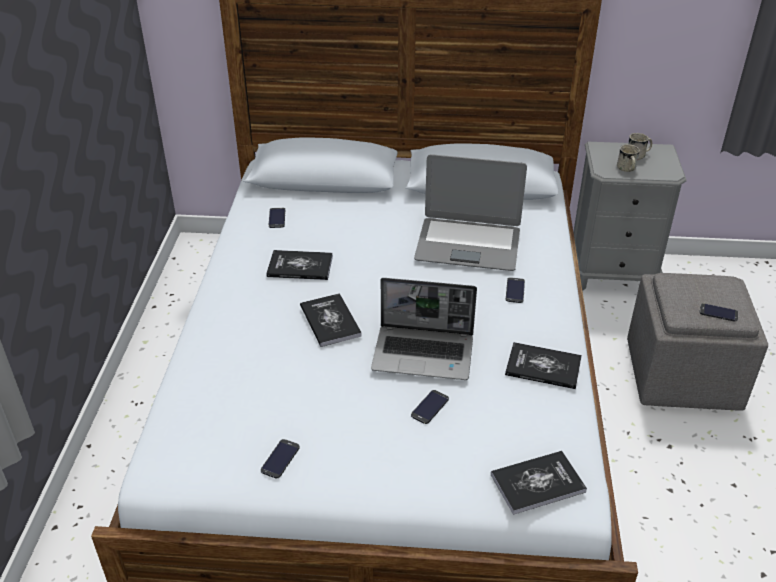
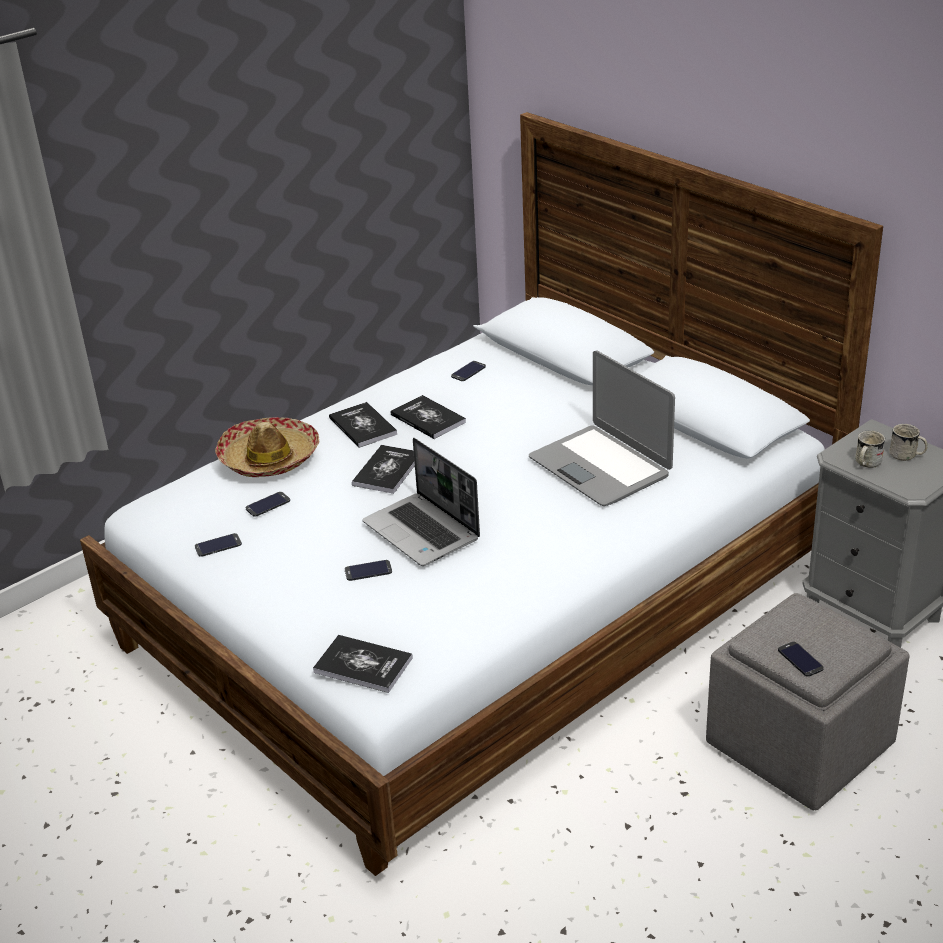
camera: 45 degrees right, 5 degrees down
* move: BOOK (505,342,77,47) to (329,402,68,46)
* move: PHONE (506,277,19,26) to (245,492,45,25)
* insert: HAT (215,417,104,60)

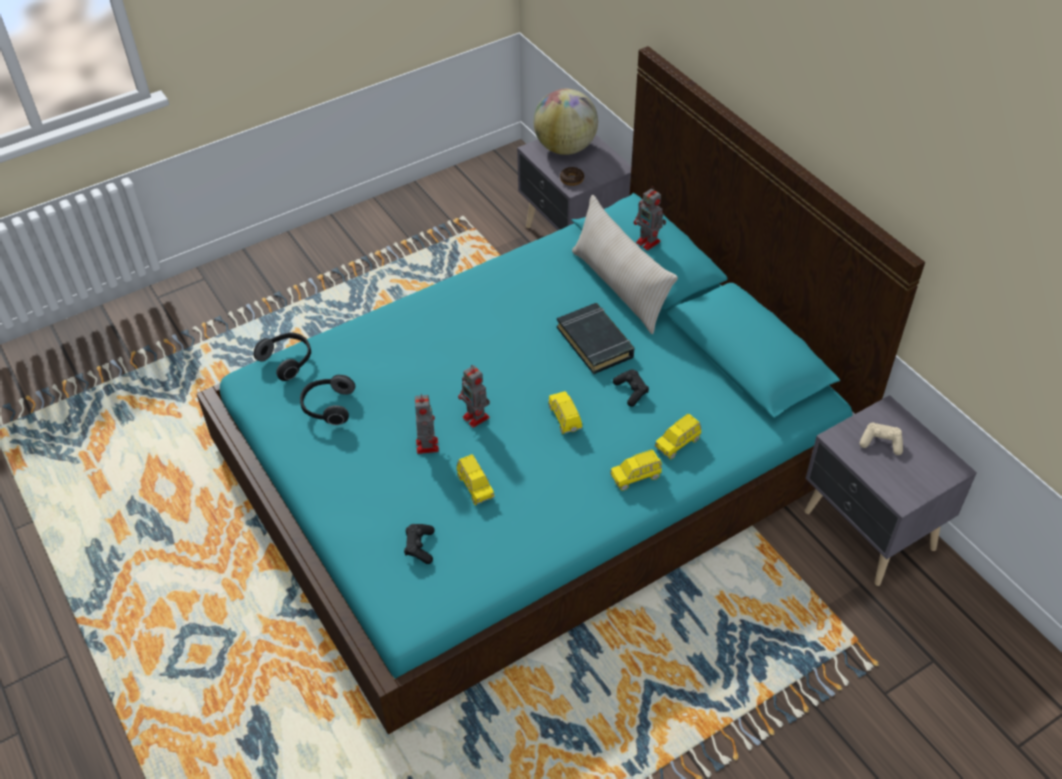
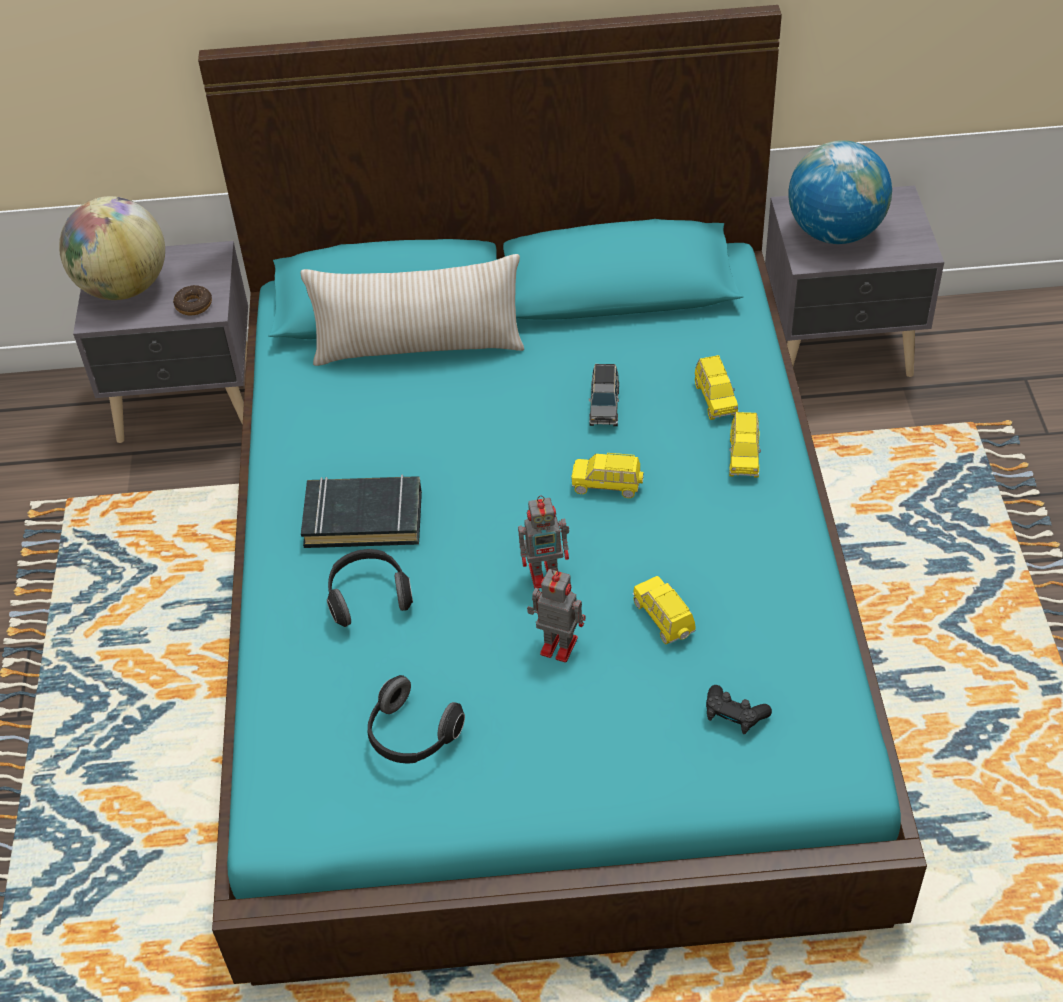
camera: 60 degrees left, 0 degrees up
* move: HEADPHONES (254,332,57,49) to (327,549,86,78)
* rotate: YELLOW TOY CAR (457,454,38,51) = (633,576,63,68) 120 degrees counterclockwise
* move: BLACK BOOK (557,303,77,72) to (301,475,121,73)
* replace: BLACK GAME CONTROLLER (613,369,36,38) to GREY TOY CAR (589,364,30,62)
* delete: TOY ROBOT (634,186,32,64)
* replace: BEIGE GAME CONTROLLER (859,422,44,33) to GLOBE (788,140,104,104)

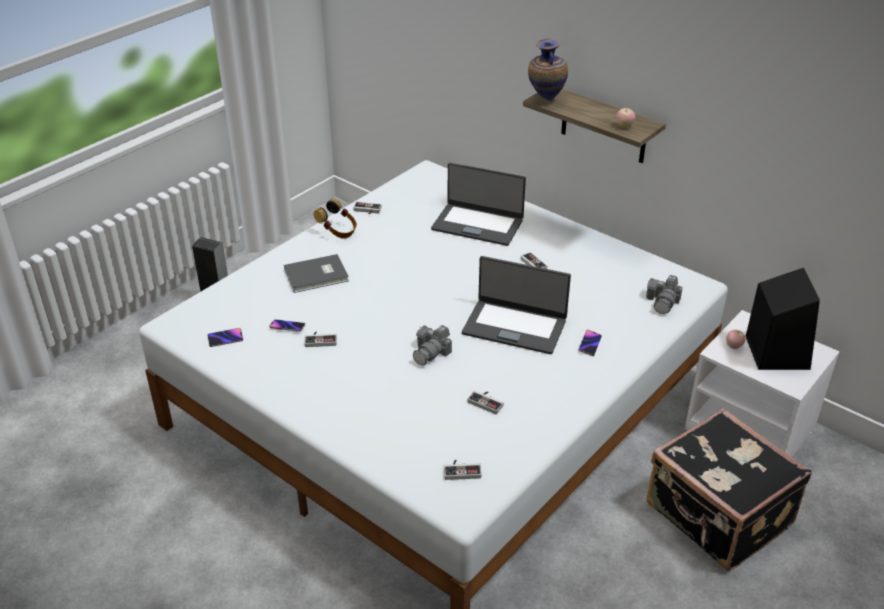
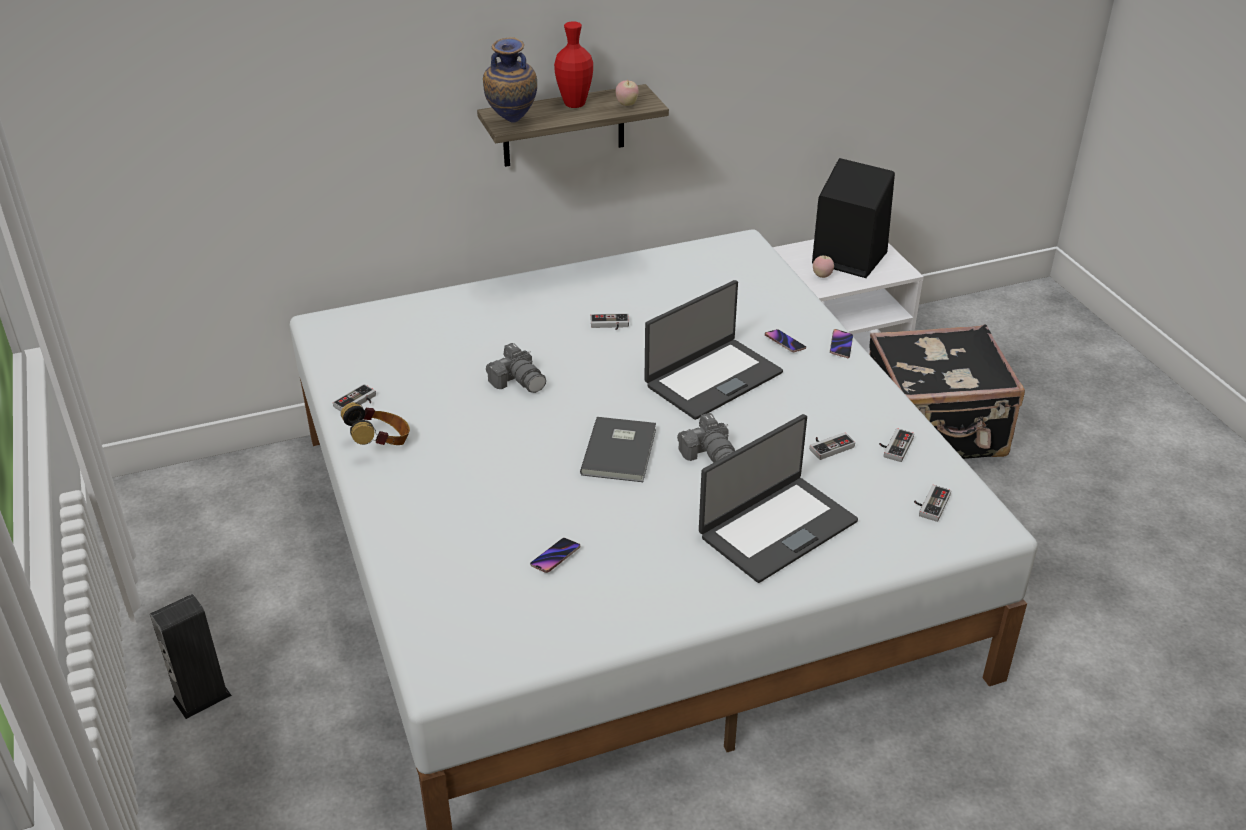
camera: 60 degrees left, 0 degrees up
* move: PHONE (207,328,36,19) to (830,329,23,29)
* move: GREY BOOK (284,254,65,39) to (580,417,76,65)
* move: GAME CONTROLLER (304,332,33,15) to (879,428,35,34)
* move: LAPTOP (431,163,95,83) to (699,414,159,169)
* move: PHOTO CAMERA (646,275,37,39) to (486,343,60,50)
* insert: RED VASE (554,21,39,87)

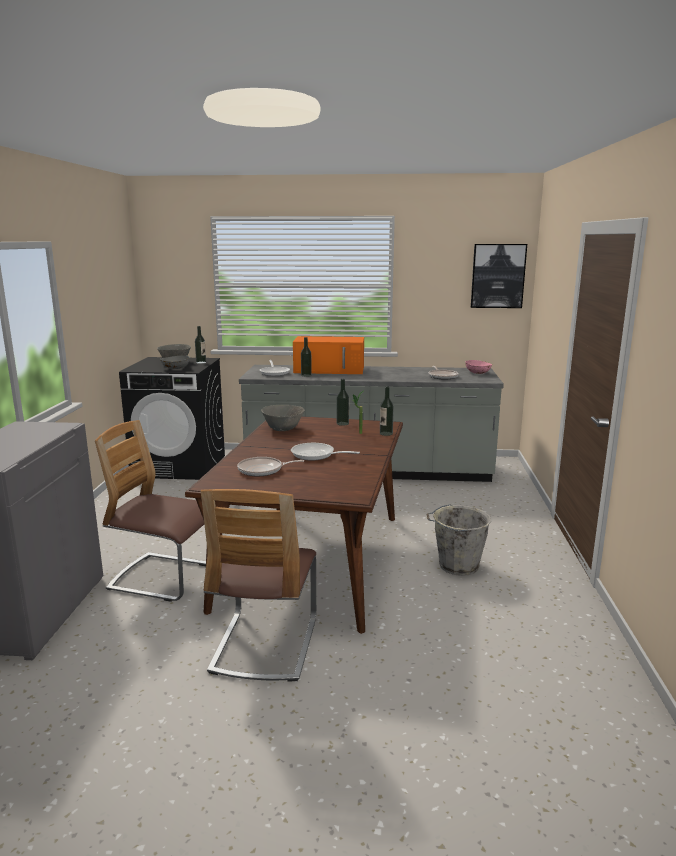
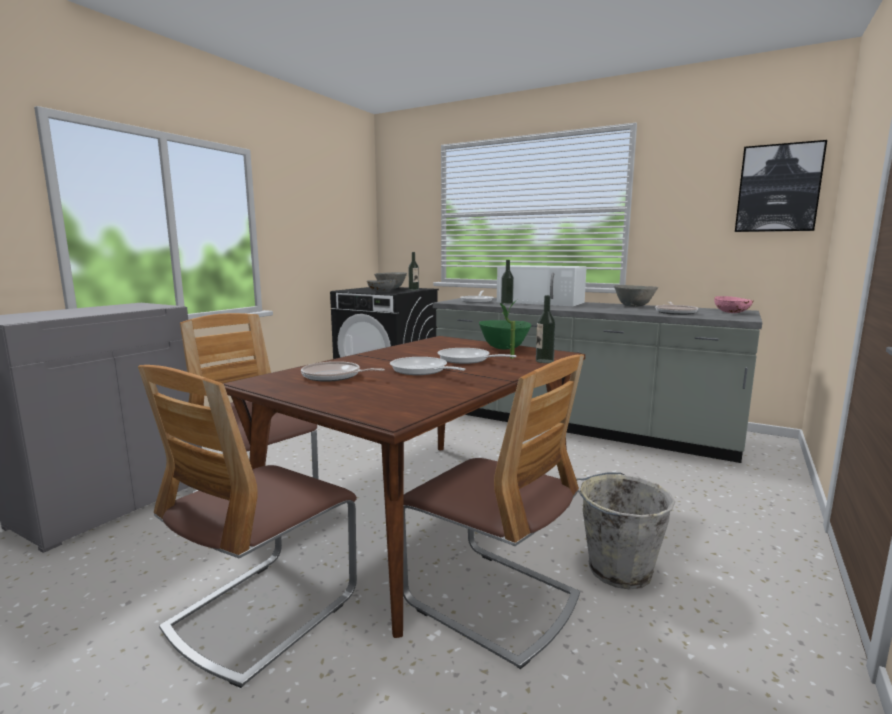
camera: 25 degrees right, 5 degrees down
* move: GREY BOWL (261,405,44,26) to (614,285,44,22)
* recolor: ORANGE MICROWAVE (293,336,71,38) to WHITE MICROWAVE (497,265,90,41)
* replace: BOTTLE (336,379,13,47) to GREEN BOWL (479,320,53,30)
* insert: CHAIR (403,354,181,315)
* insert: FRYING PAN (438,348,78,16)

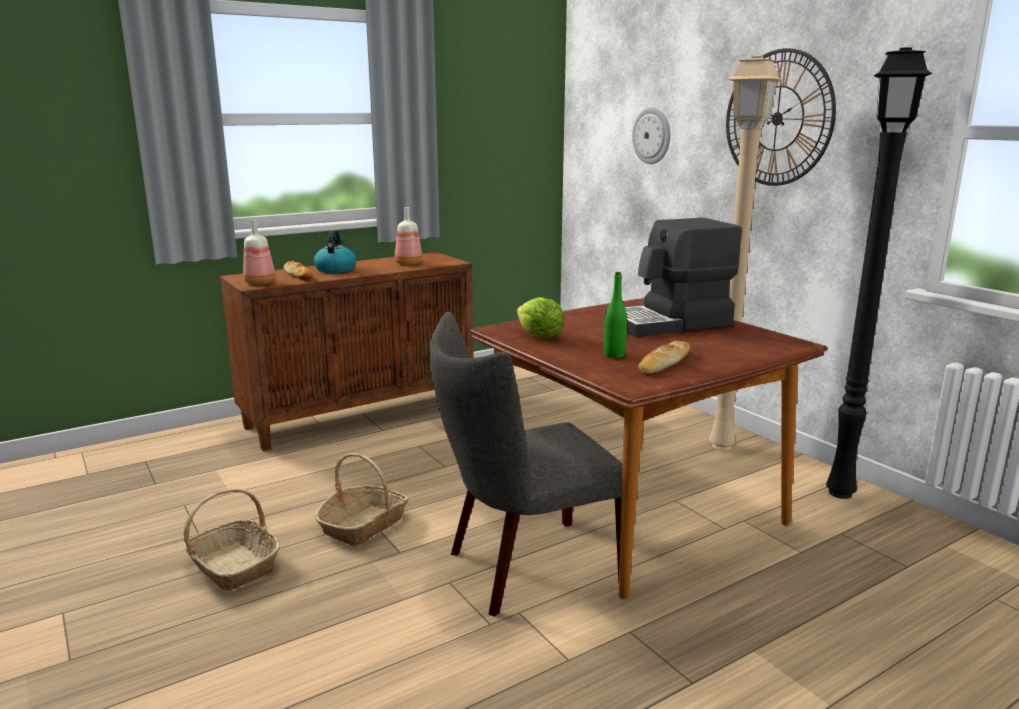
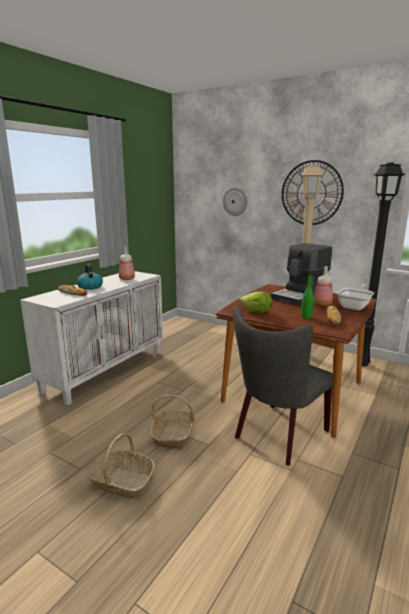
camera: 25 degrees left, 0 degrees up
* recolor: BROWN CABINET (220,252,254,199) to WHITE CABINET (20,271,143,135)
* move: BOTTLE (243,220,33,65) to (314,266,19,40)
* insert: FRYING PAN (337,284,37,26)

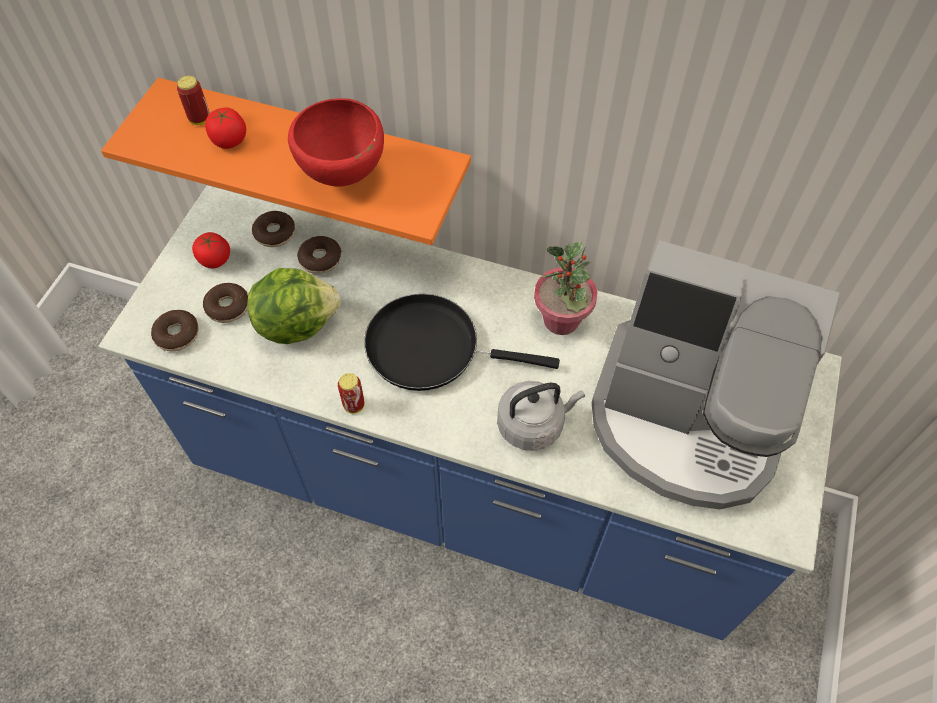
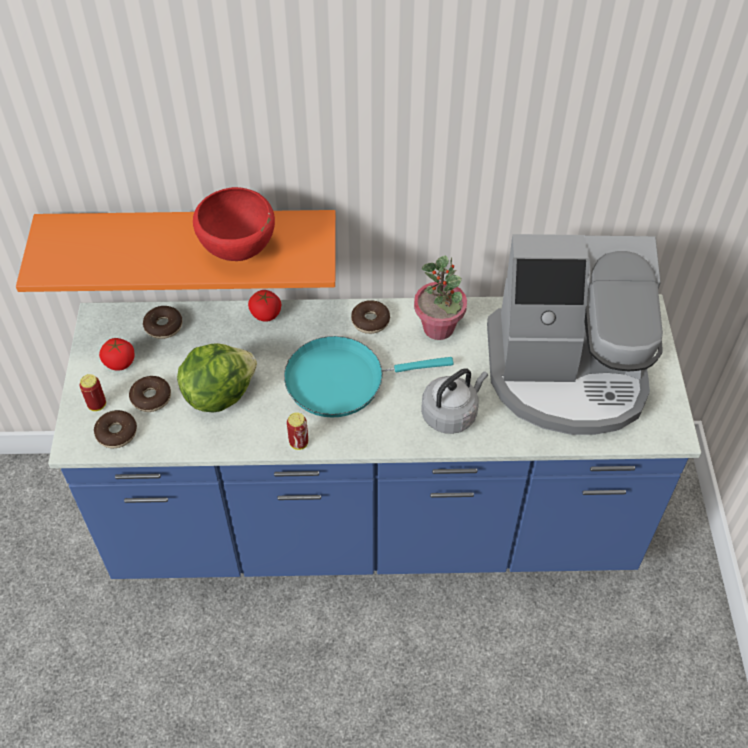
camera: 20 degrees left, 5 degrees down
* move: CAN (177,76,33,49) to (80,374,26,37)
* move: TOMATO (205,107,41,42) to (248,290,33,32)
* move: DONUT (297,236,44,38) to (351,300,39,34)
* recolor: BLACK FRYING PAN (364,294,196,97) to TURQUOISE FRYING PAN (284,336,170,82)

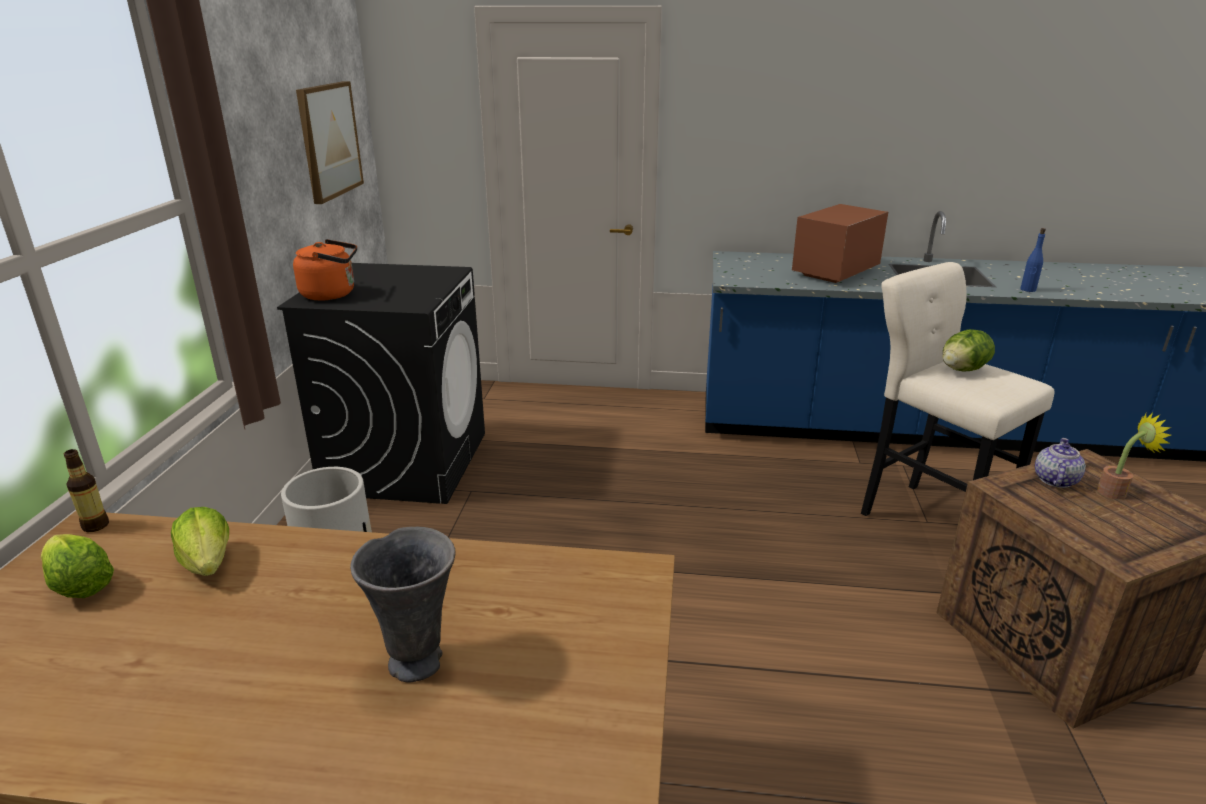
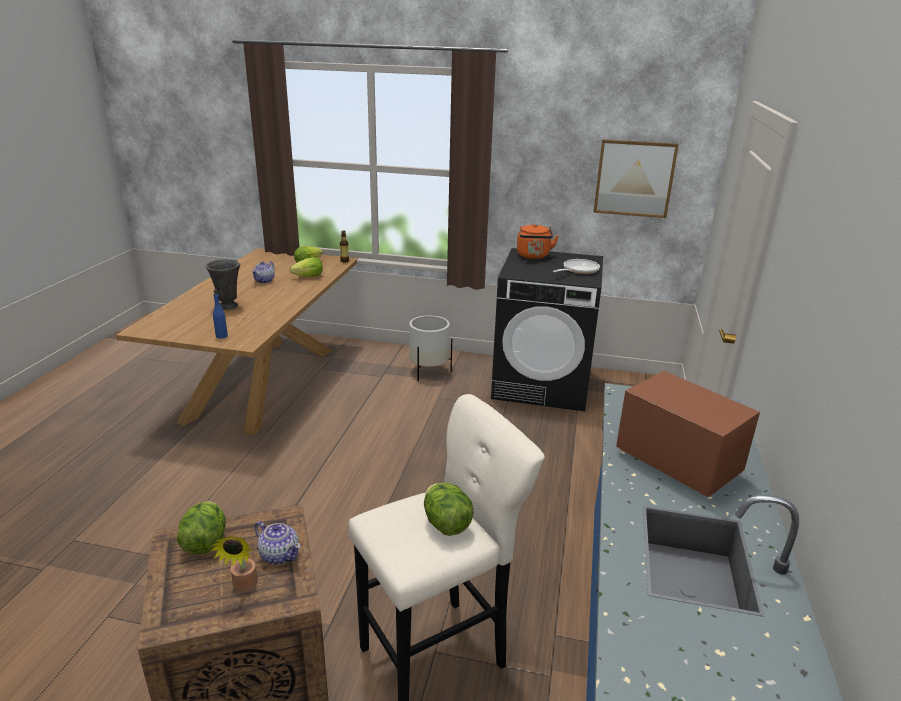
camera: 95 degrees right, 0 degrees up
* move: BLUE BOTTLE (1021,228,25,64) to (213,290,15,49)
* insert: LETTUCE (177,501,49,54)
* insert: TEAPOT (252,261,23,22)
* insert: FRYING PAN (553,259,47,15)

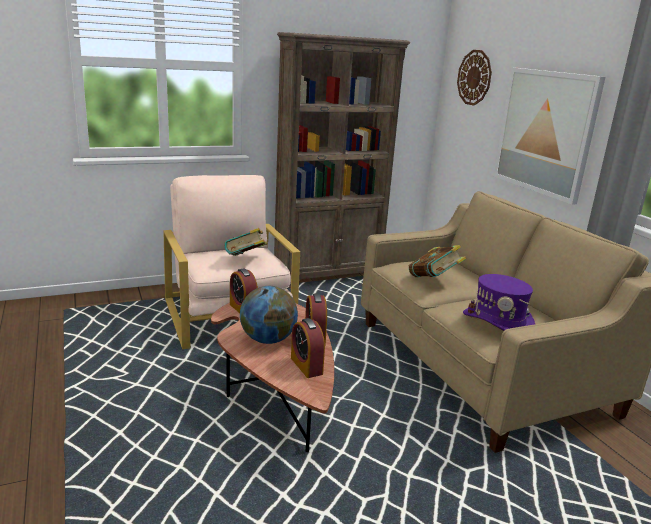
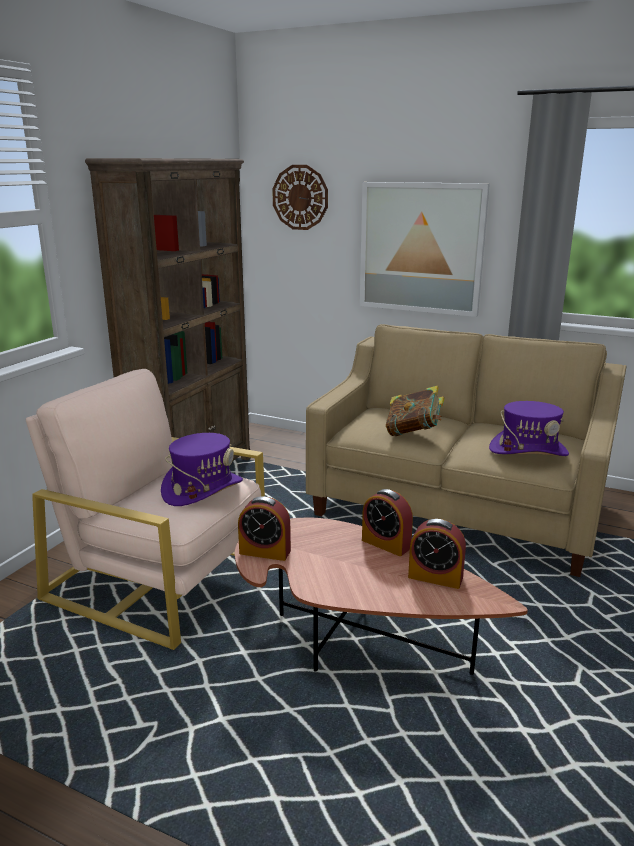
camera: 40 degrees left, 0 degrees up
* replace: BOOK (224,228,43,28) to PURPLE HAT (161,433,82,73)
* delete: GLOBE (240,286,58,58)

